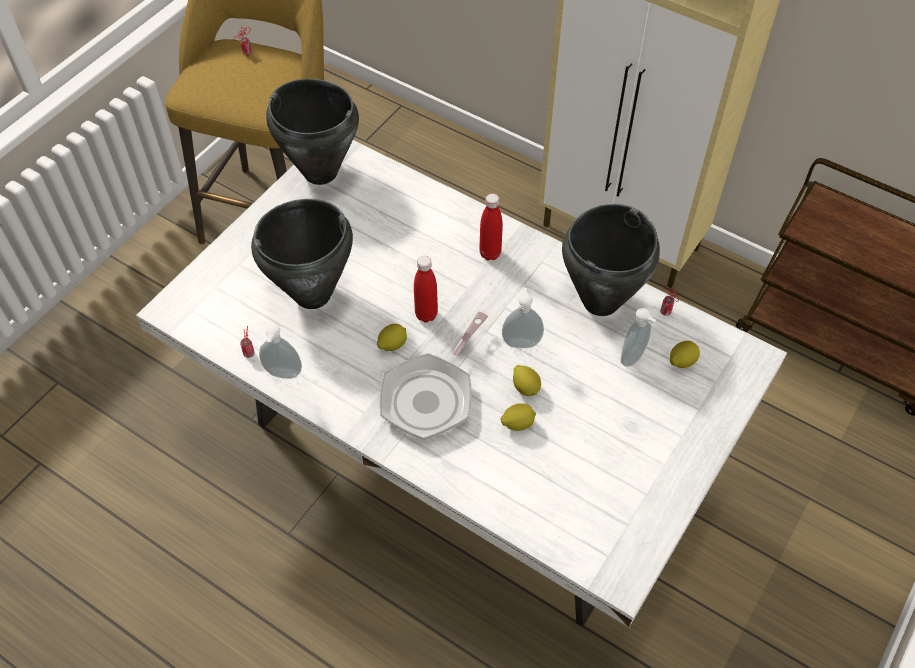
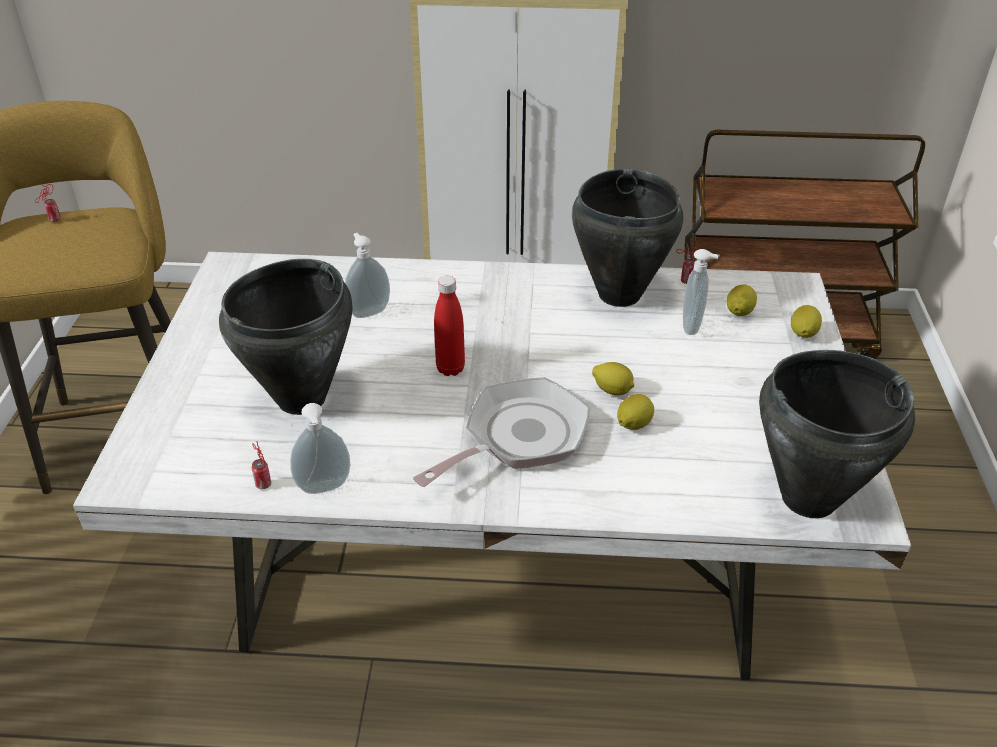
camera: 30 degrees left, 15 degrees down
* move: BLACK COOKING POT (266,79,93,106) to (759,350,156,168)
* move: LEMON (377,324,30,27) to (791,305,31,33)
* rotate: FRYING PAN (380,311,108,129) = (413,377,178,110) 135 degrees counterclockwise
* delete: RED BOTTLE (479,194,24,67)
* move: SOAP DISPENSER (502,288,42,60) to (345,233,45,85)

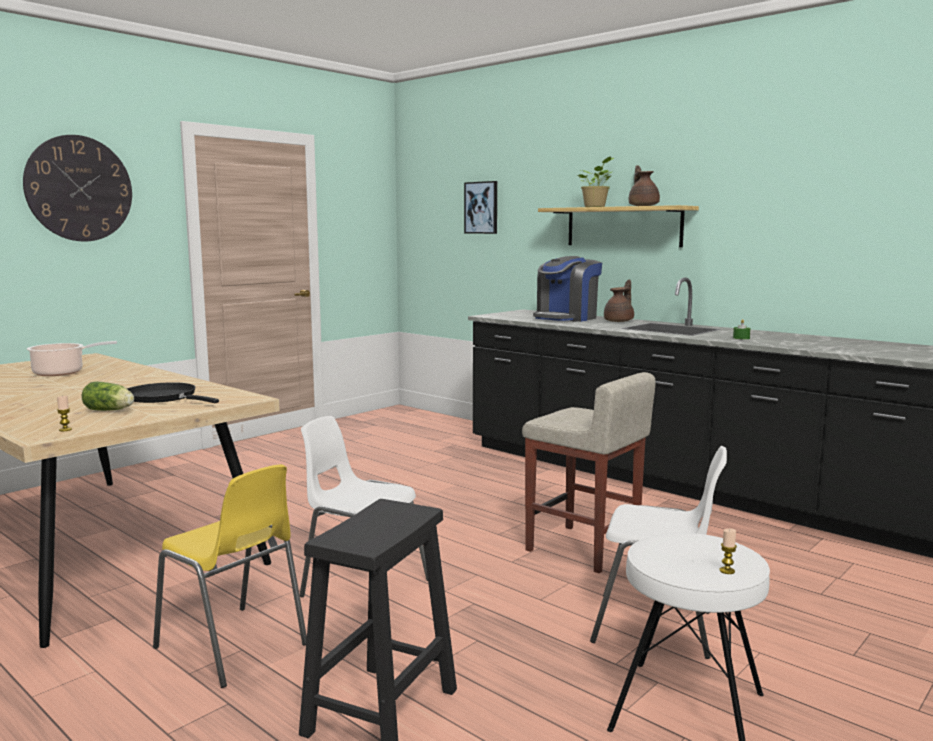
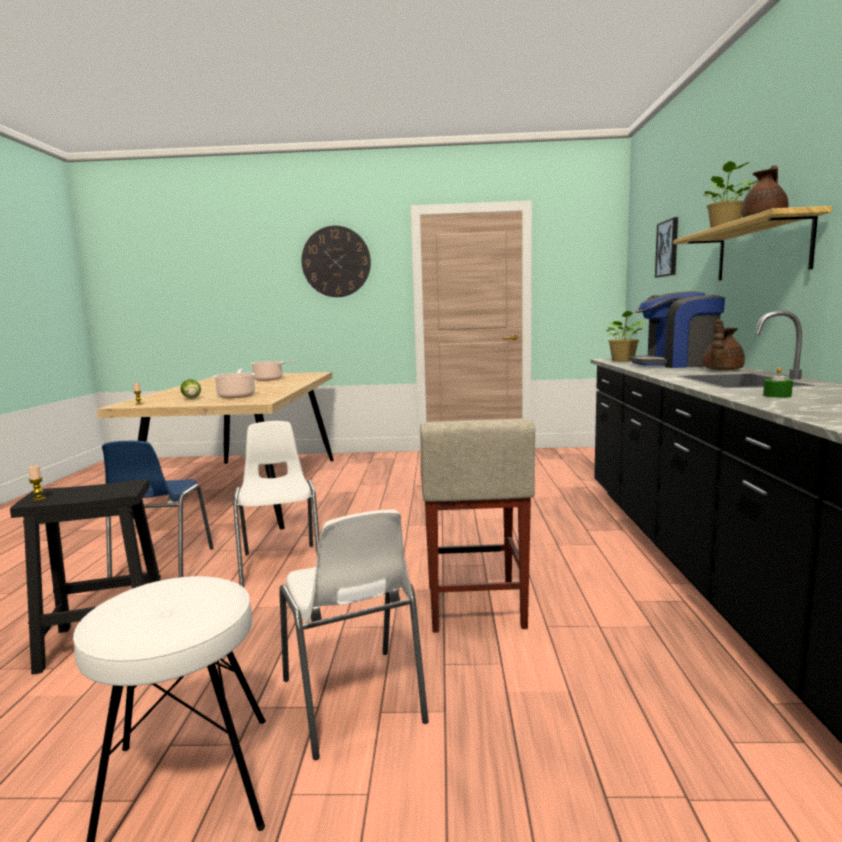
camera: 50 degrees right, 0 degrees up
* replace: BLACK FRYING PAN (127,382,92,21) to COOKING POT (213,369,42,29)
* recolor: YELLOW CHAIR (153,464,154,224) to BLUE CHAIR (102,441,112,137)
* rotate: BROWN TEAPOT (604,279,30,43) = (702,319,43,51) 135 degrees clockwise
* move: CANDLE (720,529,17,45) to (28,465,18,36)
* insert: POTTED PLANT (604,311,43,50)

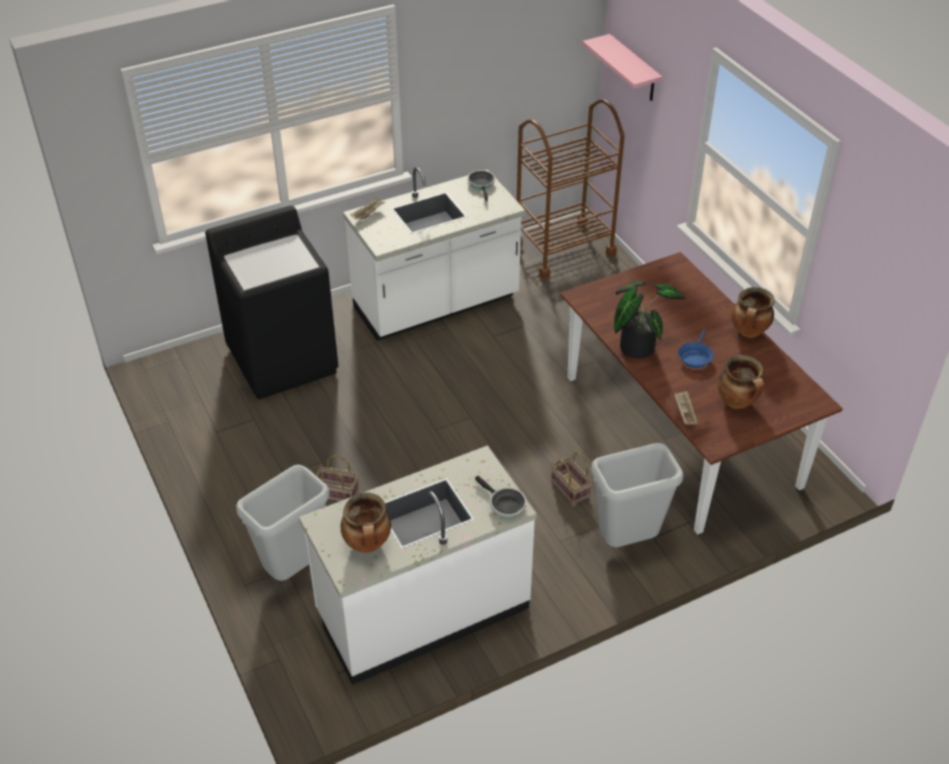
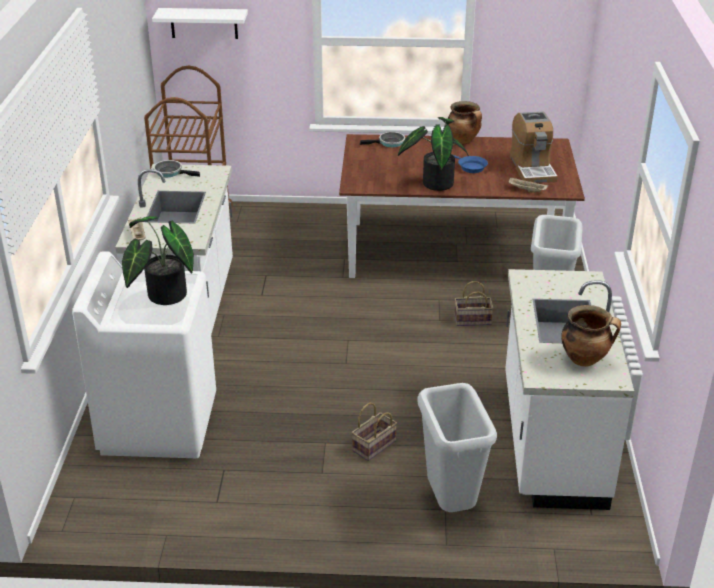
camera: 60 degrees left, 10 degrees down
* recolor: BLACK WASHING MACHINE (205,205,133,194) to WHITE WASHING MACHINE (72,251,144,207)
* move: FRYING PAN (475,476,52,42) to (360,132,45,15)
* recolor: PINK SHELF (582,34,80,67) to WHITE SHELF (152,8,96,31)
* replace: COOKING POT (718,355,46,54) to COFFEE MACHINE (510,112,48,71)
* insert: POTTED PLANT (122,216,72,89)

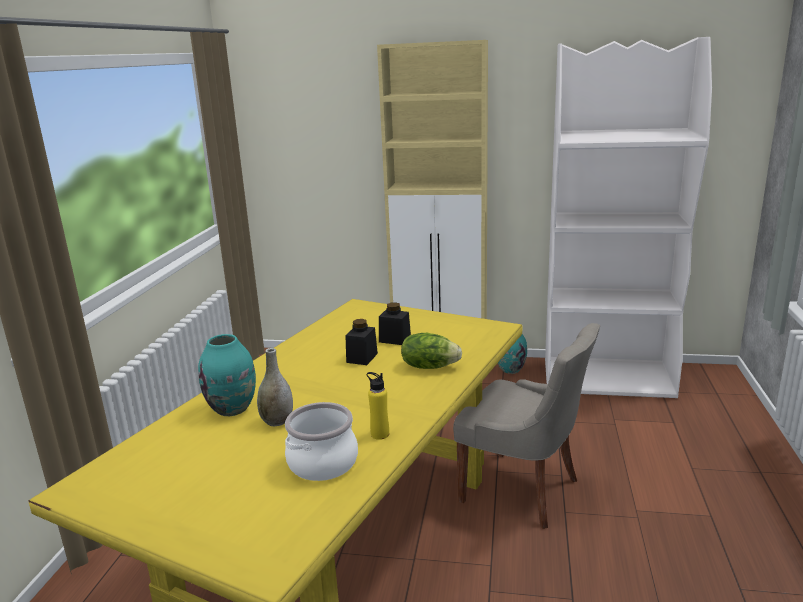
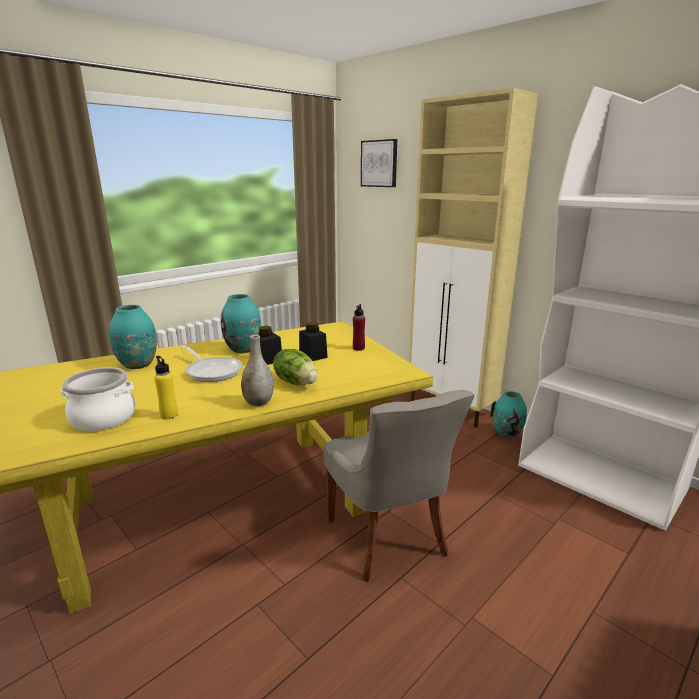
camera: 35 degrees right, 0 degrees up
* move: GREY VASE (257,348,36,78) to (241,335,33,72)
* insert: FRYING PAN (182,345,60,37)
* insert: TURQUOISE VASE (221,294,40,59)
* insert: RED BOTTLE (353,304,12,47)
* insert: PICTURE (361,139,36,48)

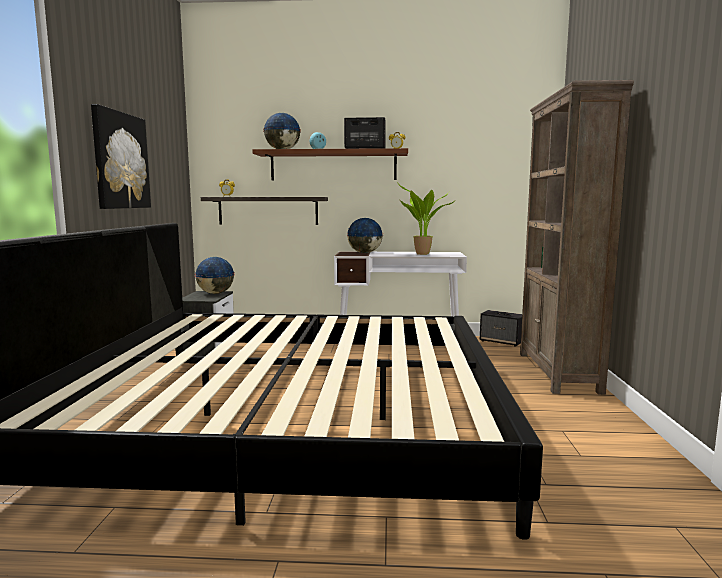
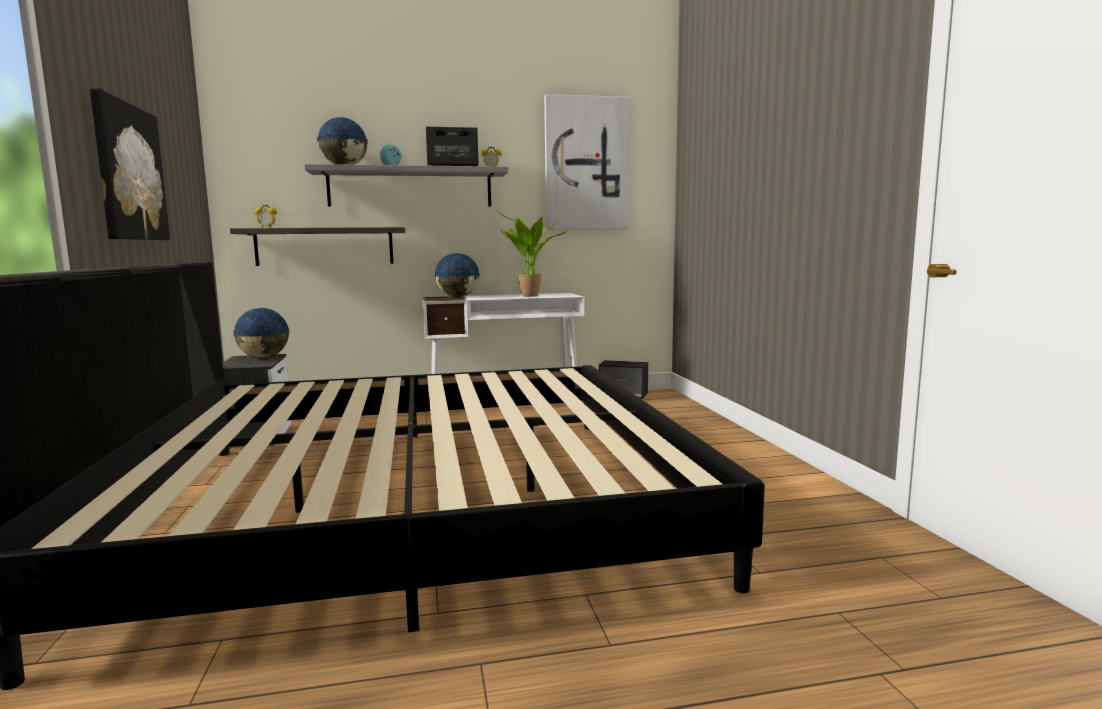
camera: 15 degrees left, 0 degrees up
* recolor: BROWN SHELF (252,148,156,32) to GREY SHELF (304,164,205,42)
* delete: BROWN BOOKCASE (520,80,114,315)
* insert: PICTURE (544,94,85,136)

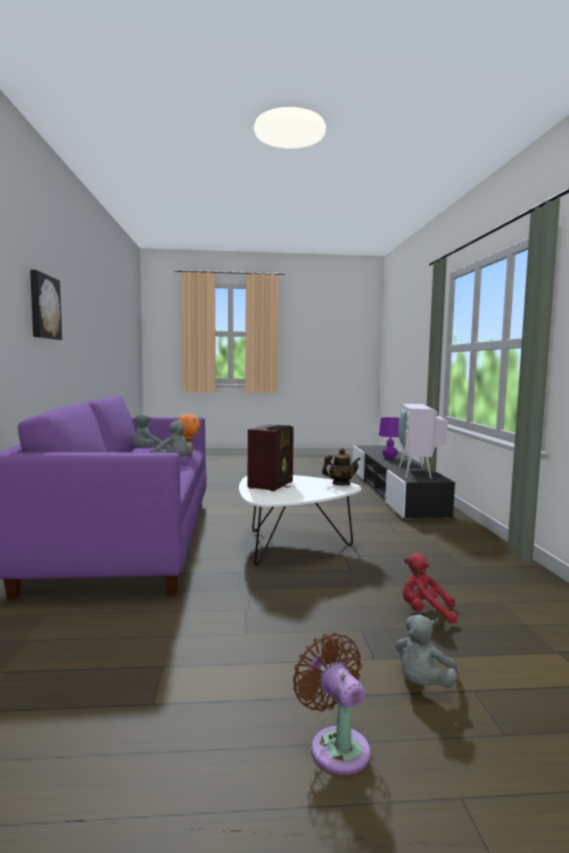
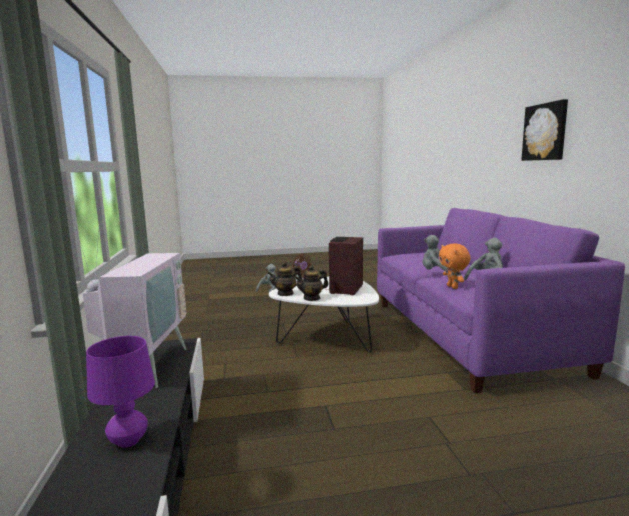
camera: 175 degrees right, 5 degrees up
* delete: RED PLUSH TOY (402,553,55,71)
* insert: TEAPOT (294,265,34,36)

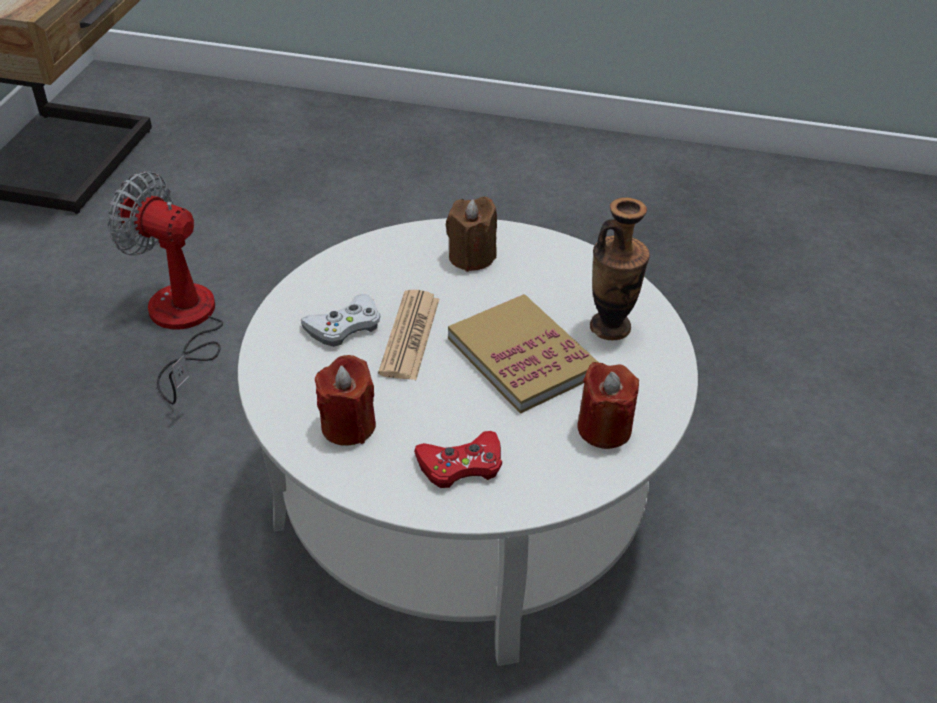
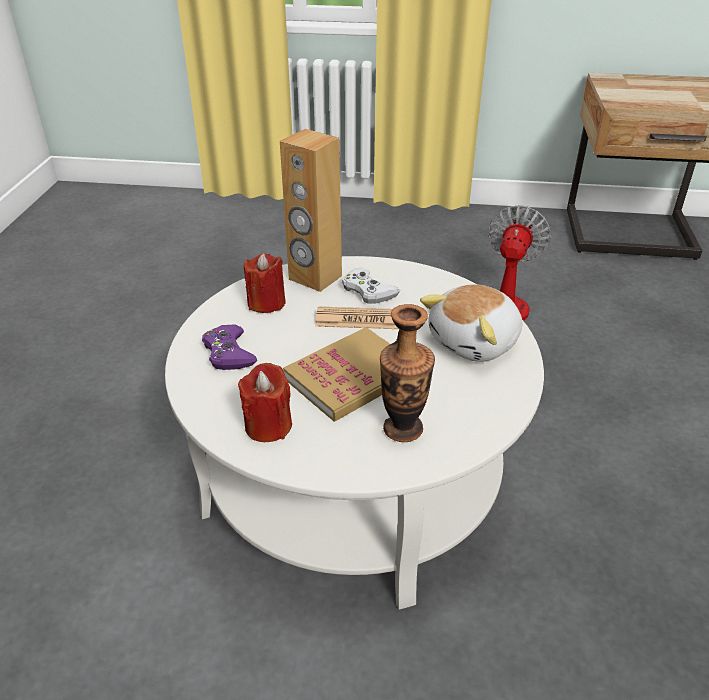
camera: 85 degrees right, 5 degrees down
* recolor: RED GAME CONTROLLER (414,431,88,57) to PURPLE GAME CONTROLLER (202,324,55,46)
* replace: BROWN CANDLE (446,197,51,75) to PLUSH TOY (420,284,103,78)
* insert: BROWN SPEAKER (280,129,62,163)

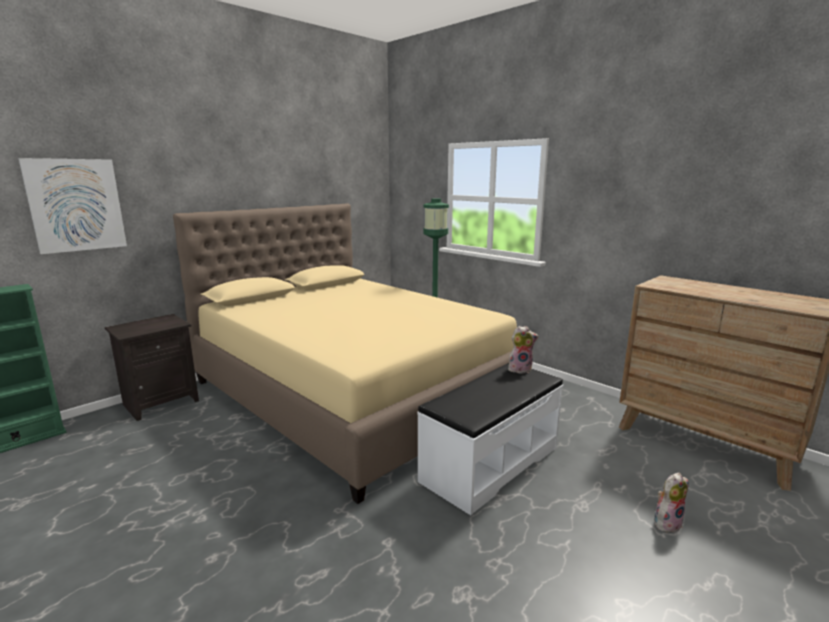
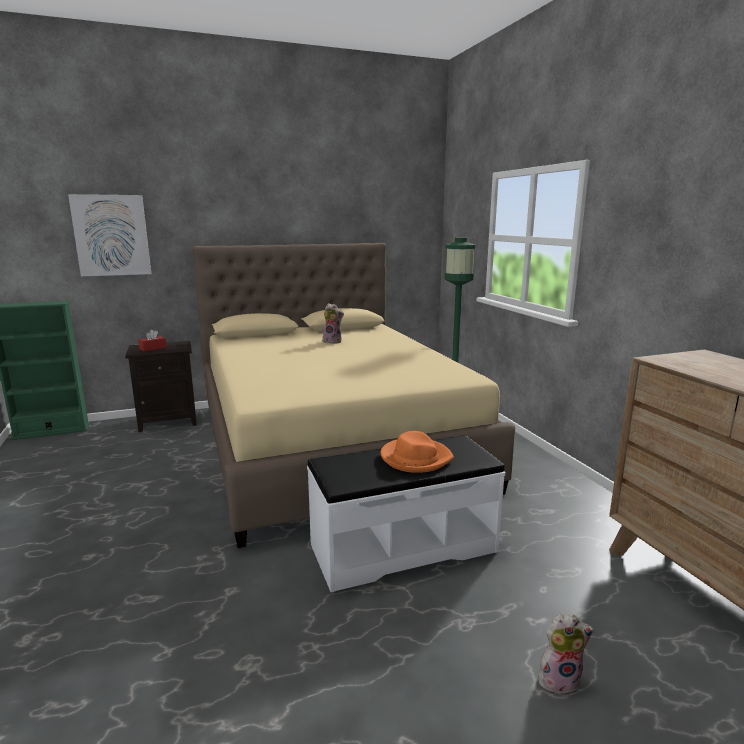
camera: 25 degrees right, 0 degrees up
* move: PLUSH TOY (508,326,30,47) to (323,303,21,41)
* insert: RED TISSUE BOX (138,329,29,22)
* insert: ORANGE HAT (380,431,74,42)

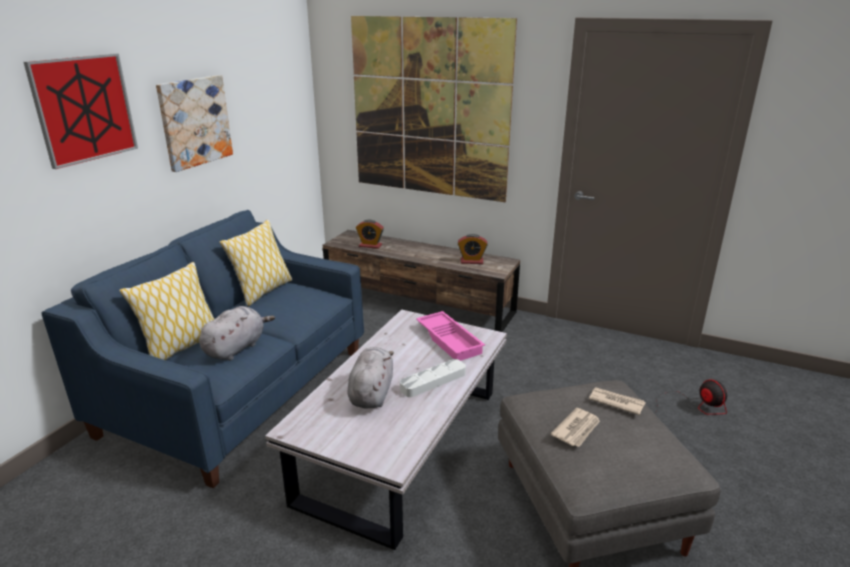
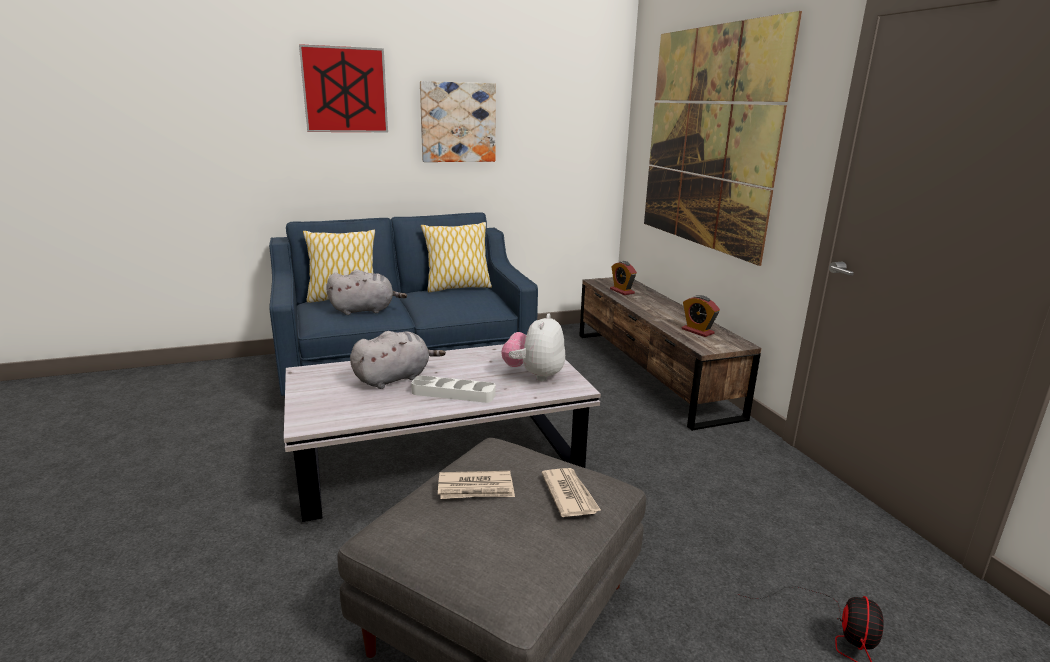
camera: 45 degrees right, 5 degrees down
* replace: PINK TRAY (416,311,69,50) to PLUSH TOY (501,313,64,68)

